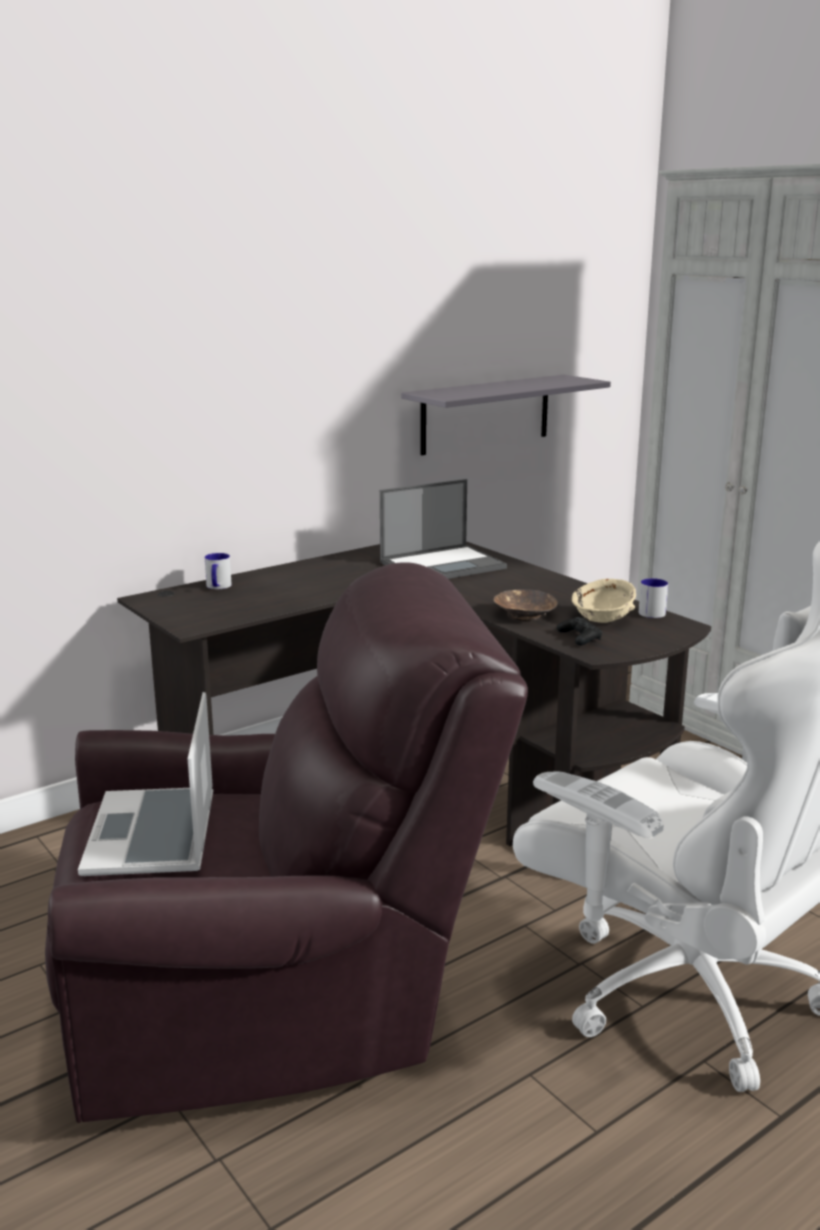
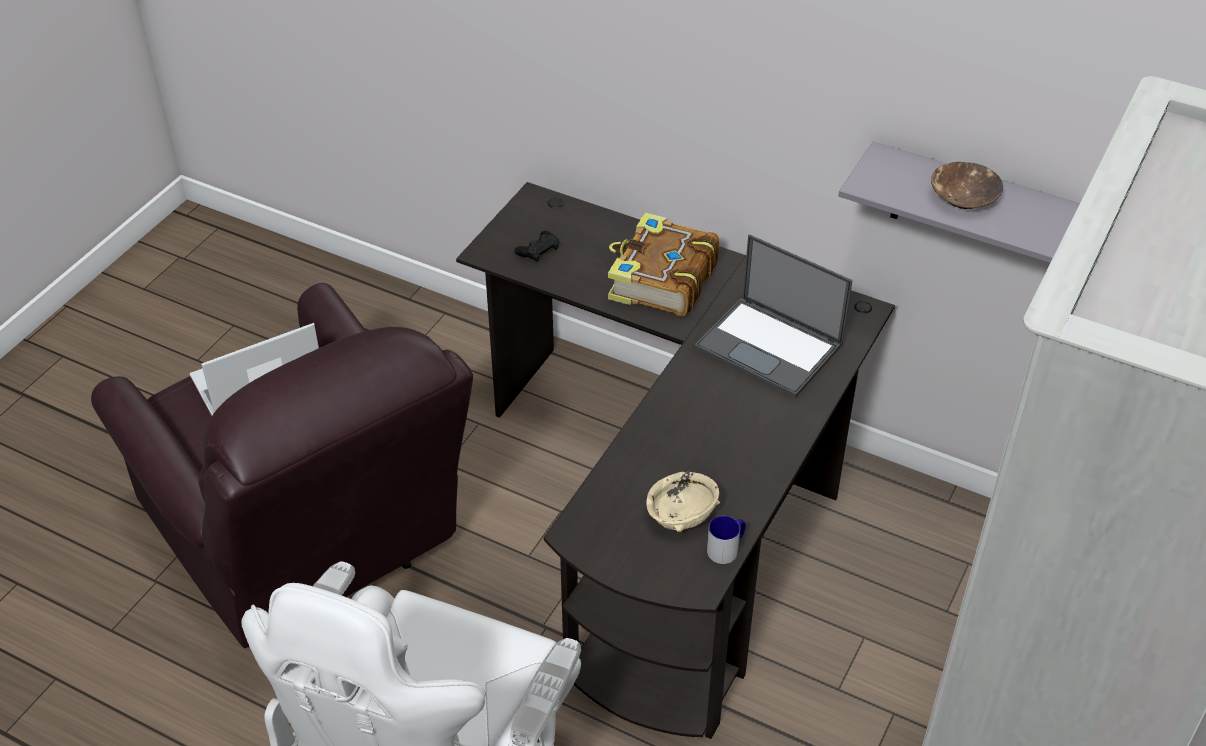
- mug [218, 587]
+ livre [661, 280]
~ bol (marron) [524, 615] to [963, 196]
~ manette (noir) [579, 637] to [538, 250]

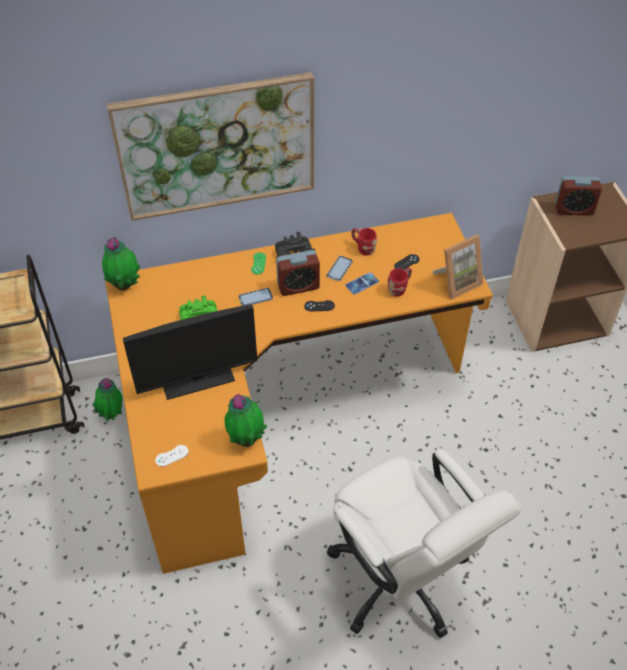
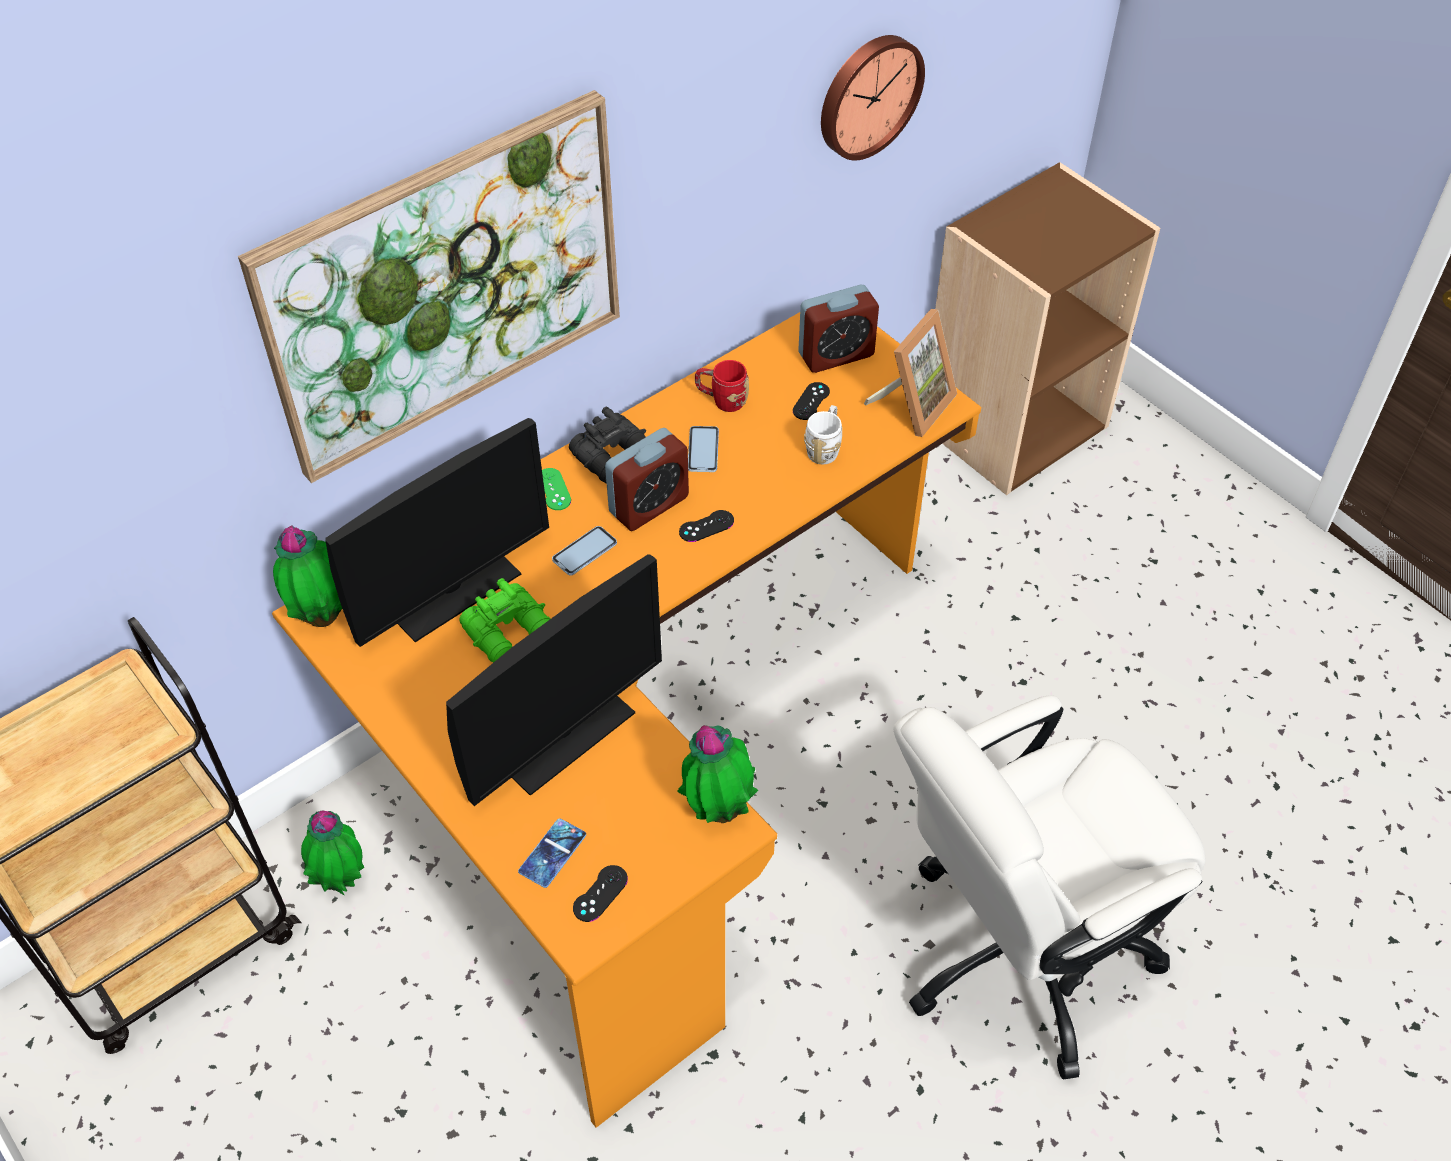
+ écran d'ordinateur [452, 590]
+ horloge murale [867, 95]
~ téléphone [362, 283] to [552, 853]
~ réveil [574, 209] to [836, 355]
~ manette (blanc) [171, 456] to manette (noir) [600, 893]
~ mug (rouge) [399, 288] to mug (blanc) [824, 448]
~ chaise de bureau (blanc) [403, 583] = [1014, 959] 120 degrees clockwise

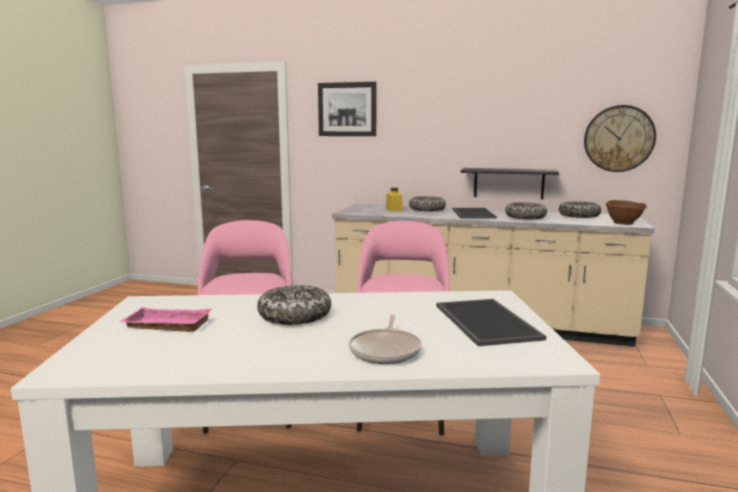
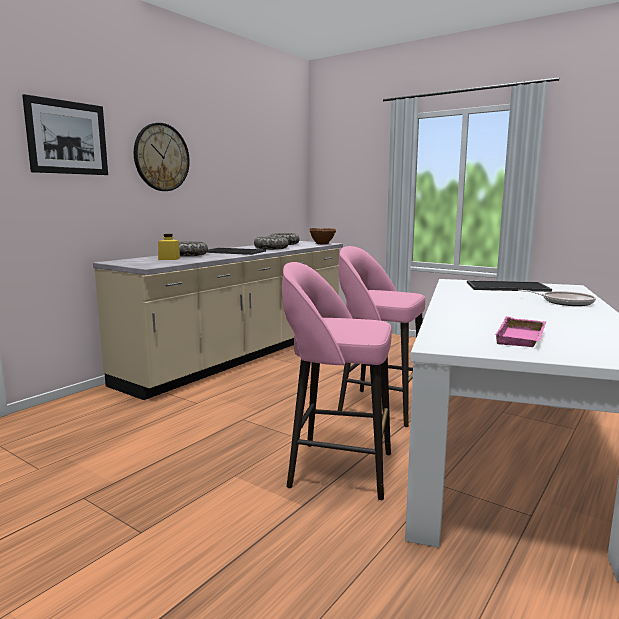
- bol [294, 316]
- étagère (noir) [508, 183]
~ horloge murale [619, 138] to [161, 157]

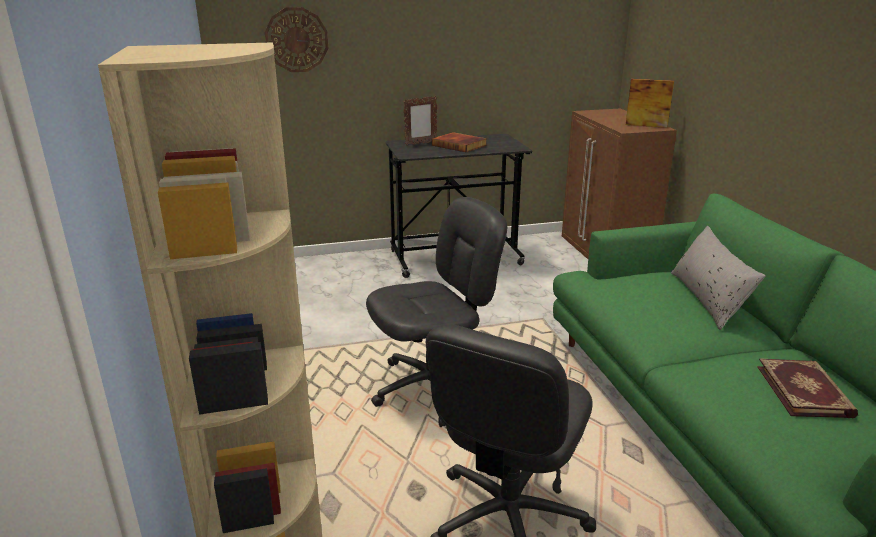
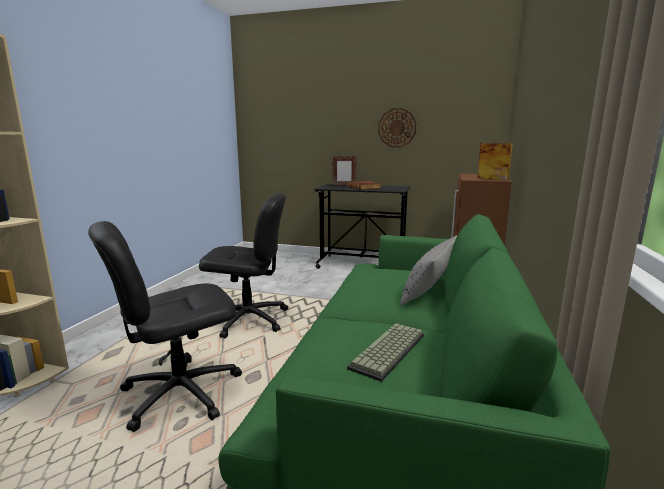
~ horloge murale [296, 40] to [397, 128]
~ livre [805, 391] to clavier [389, 352]

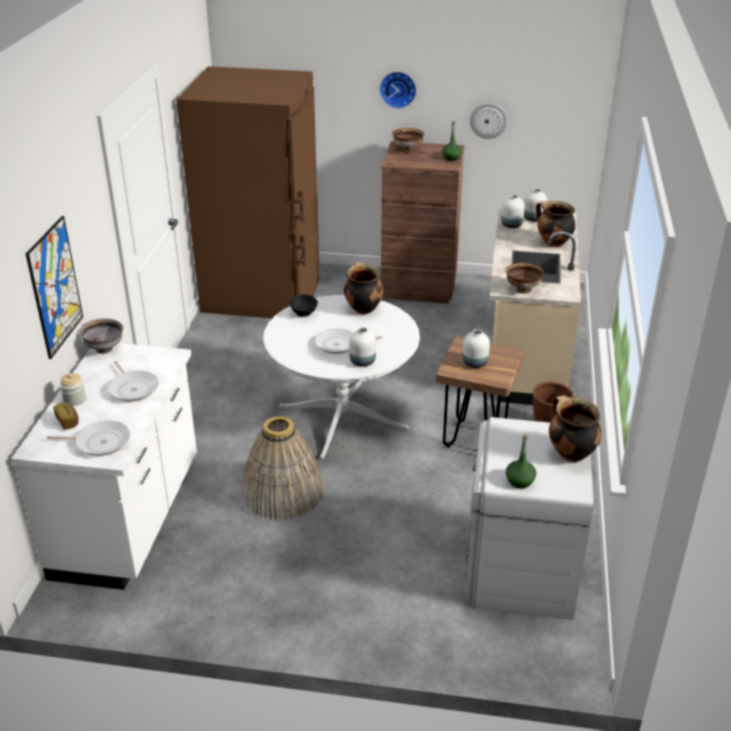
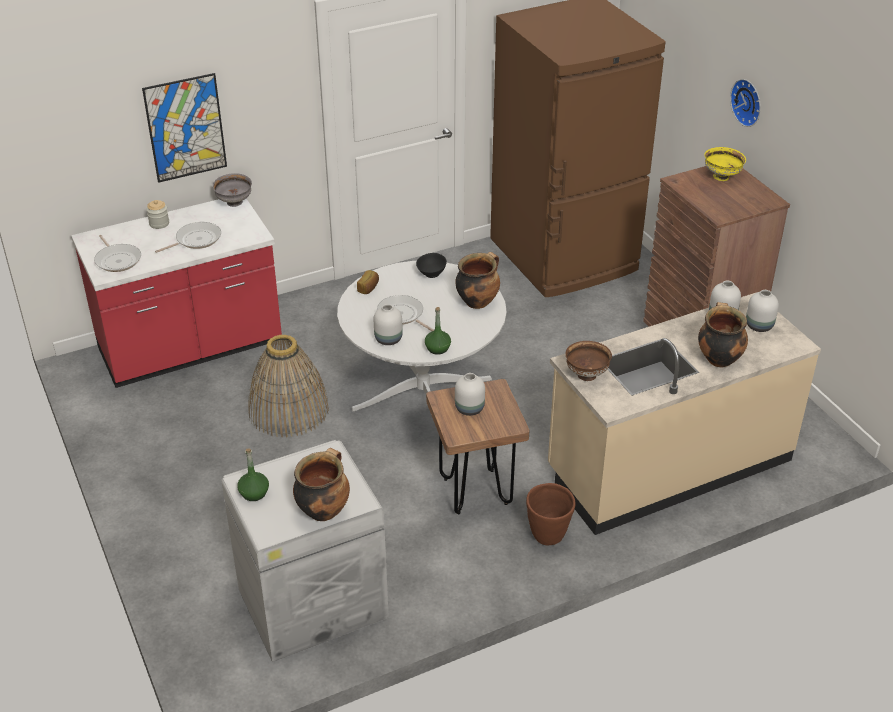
- horloge murale [488, 120]
~ pain [68, 421] to [369, 288]
~ bouteille (vert) [451, 158] to [437, 348]
~ comptoir de cuisine (blanc) [129, 518] to comptoir de cuisine (rouge) [191, 349]
~ bol (marron) [407, 150] to bol (jaune) [722, 177]
~ poêle [133, 388] = [196, 240] 150 degrees counterclockwise

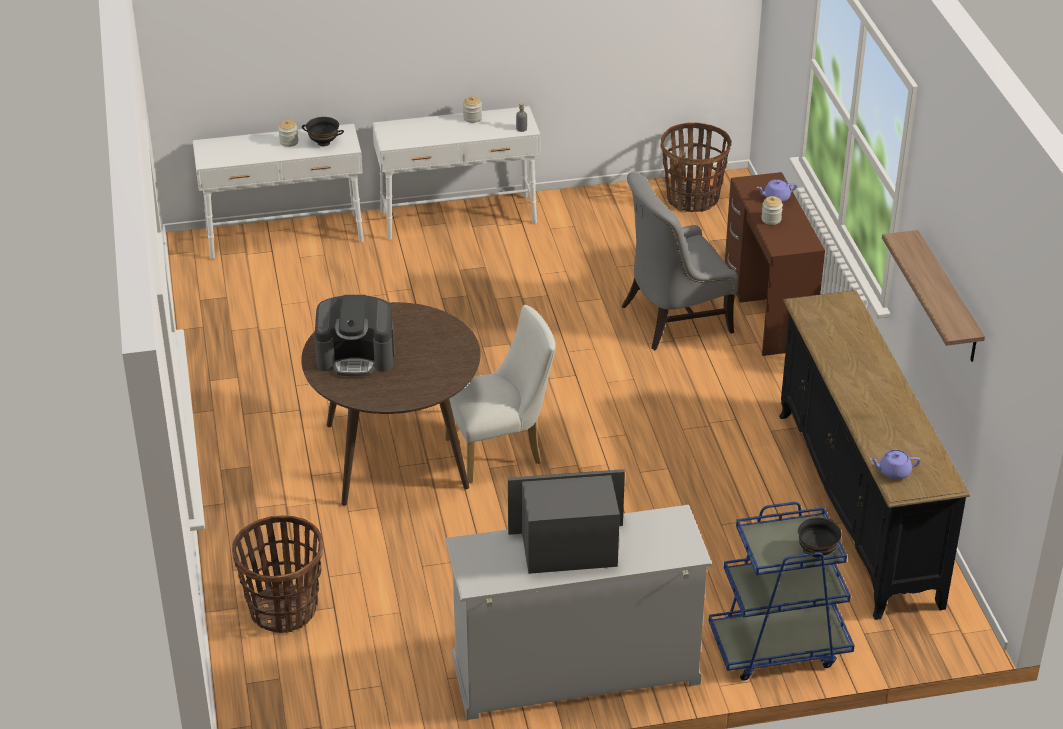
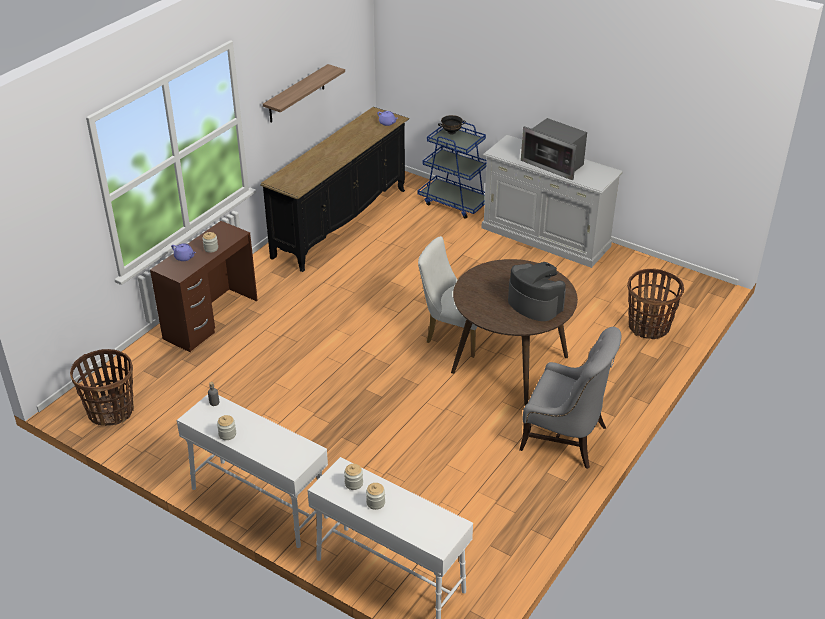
~ chaise (gris) [674, 318] to [565, 437]
~ bol (noir) [323, 143] to bocal [354, 483]

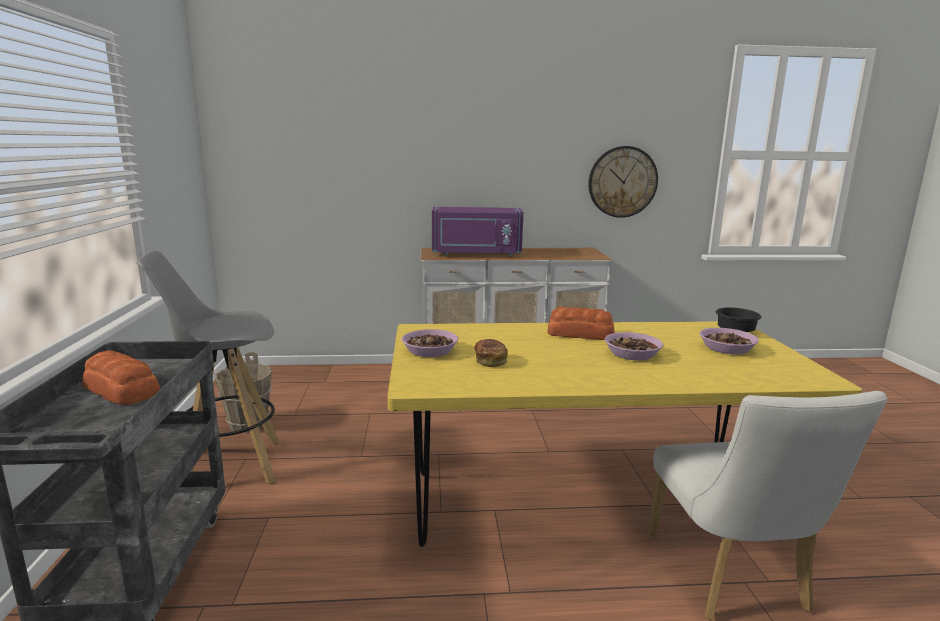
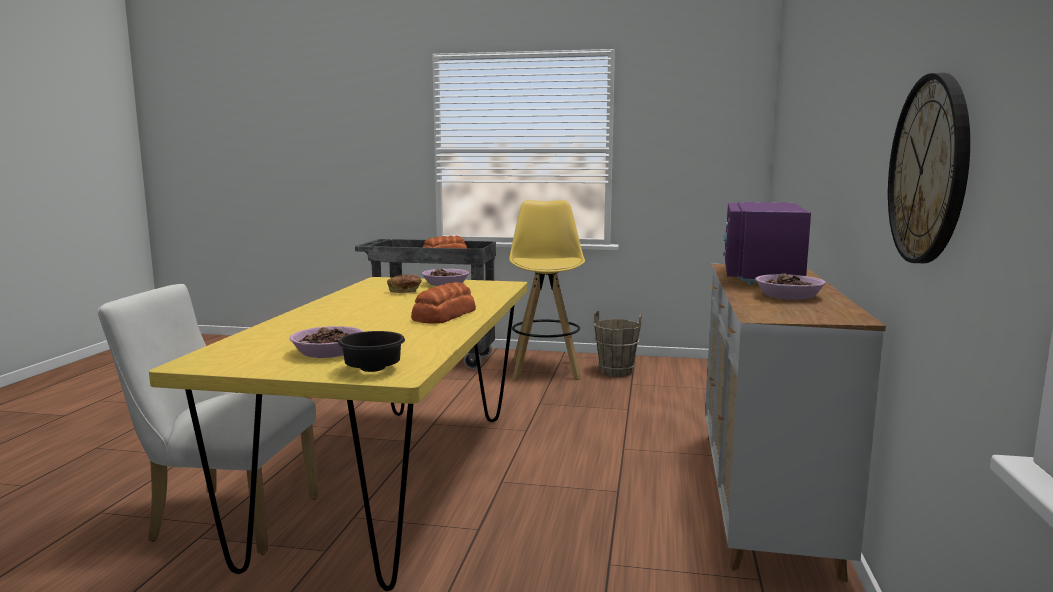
~ bol [632, 354] to [788, 296]
~ tabouret (gris) [230, 465] to tabouret (jaune) [546, 369]

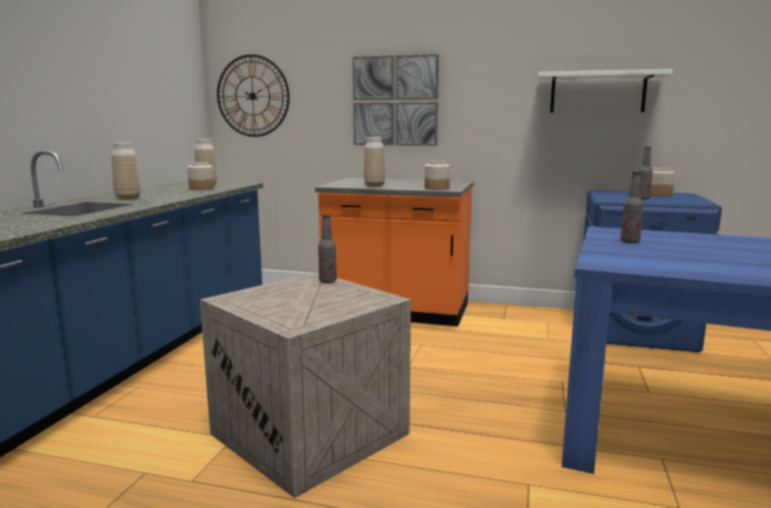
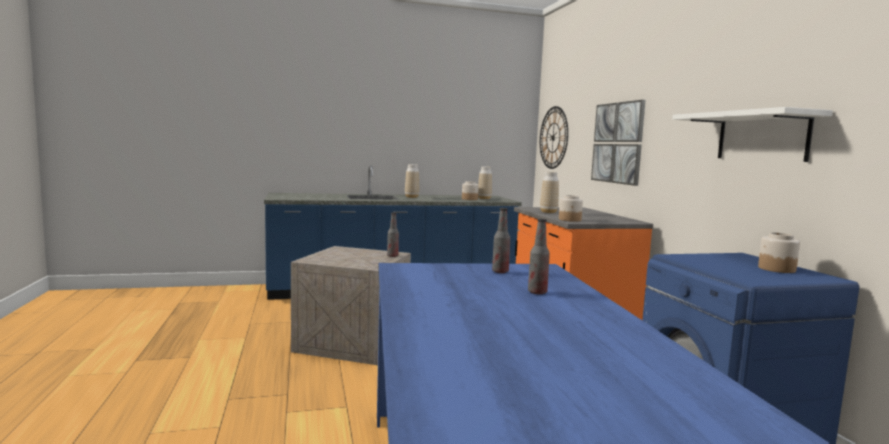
~ bouteille [642, 199] to [537, 292]

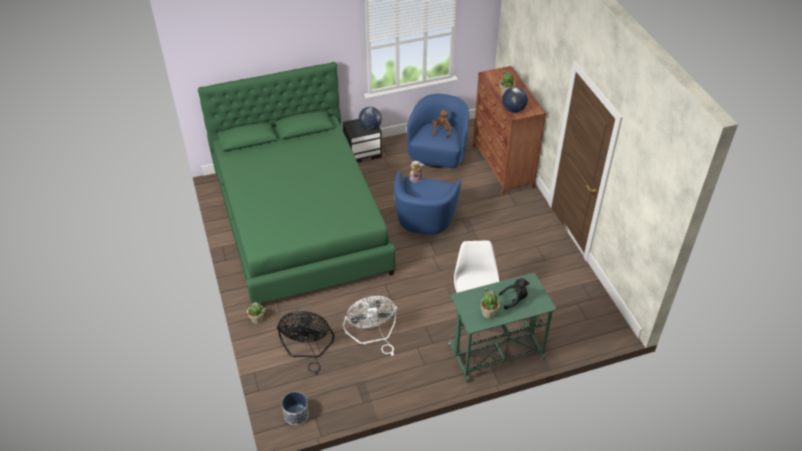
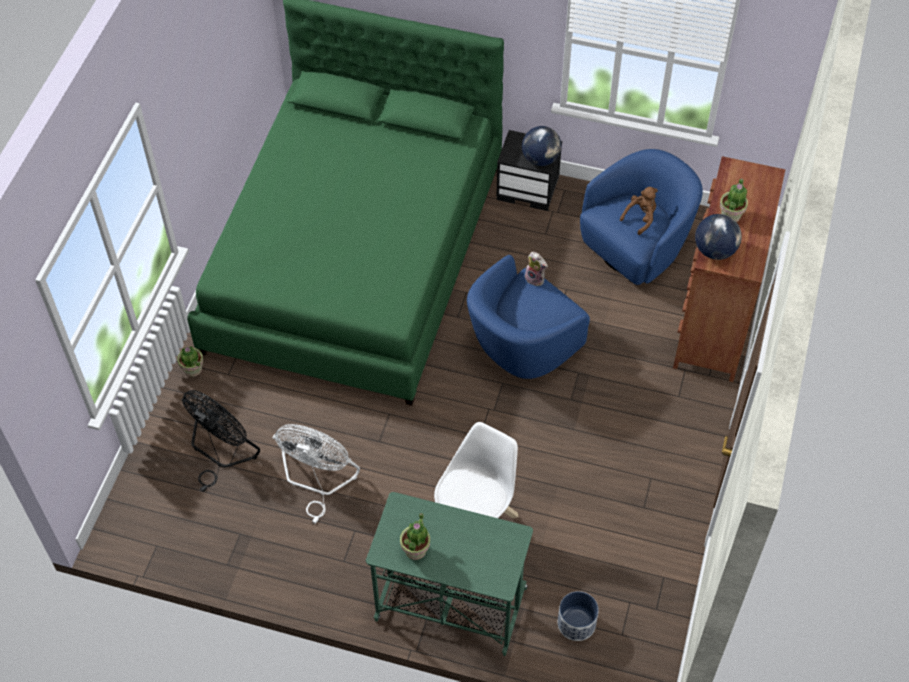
- peluche (noir) [514, 299]
~ cache-pot [296, 414] to [576, 623]

